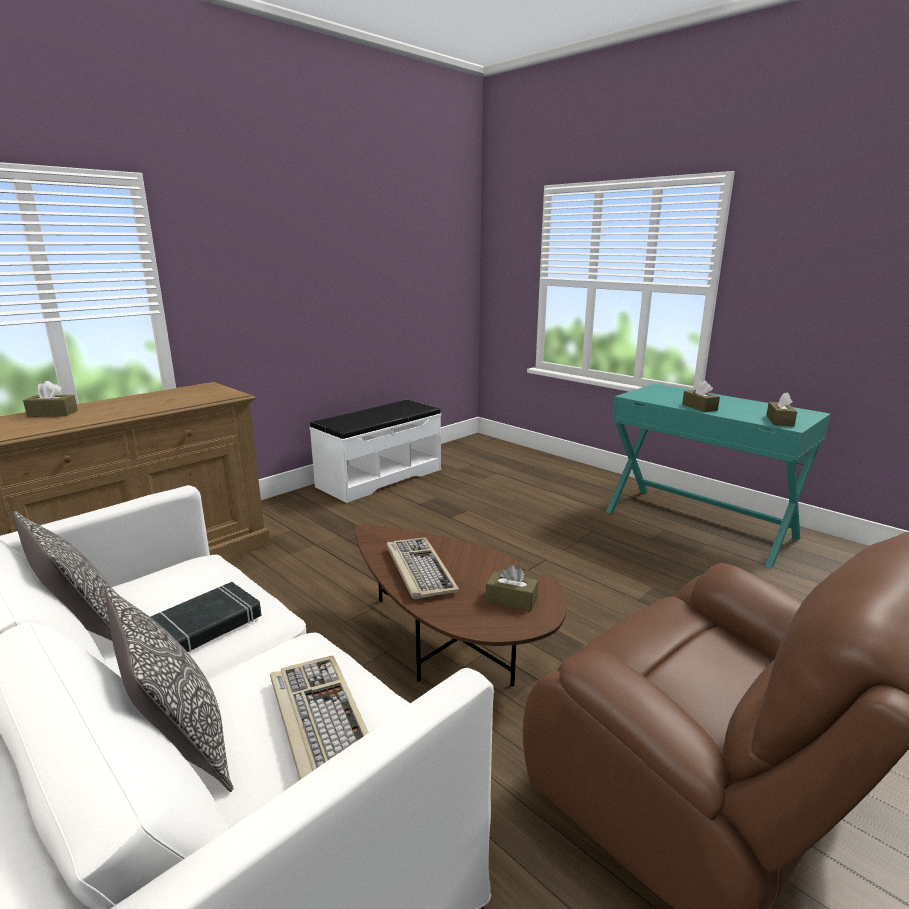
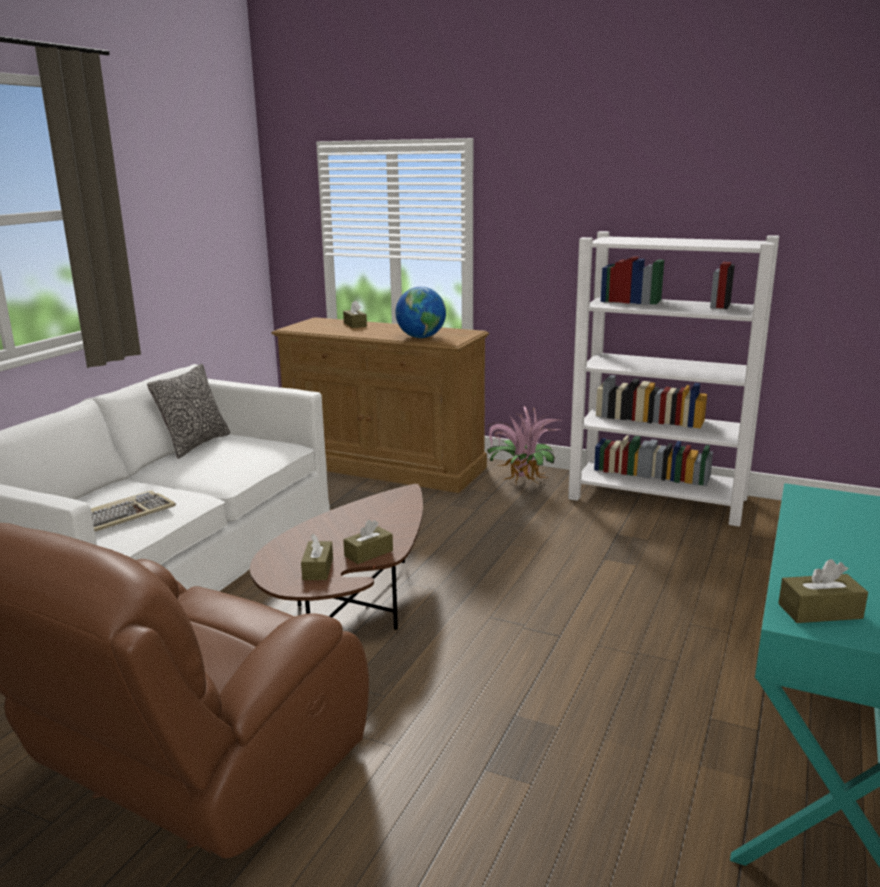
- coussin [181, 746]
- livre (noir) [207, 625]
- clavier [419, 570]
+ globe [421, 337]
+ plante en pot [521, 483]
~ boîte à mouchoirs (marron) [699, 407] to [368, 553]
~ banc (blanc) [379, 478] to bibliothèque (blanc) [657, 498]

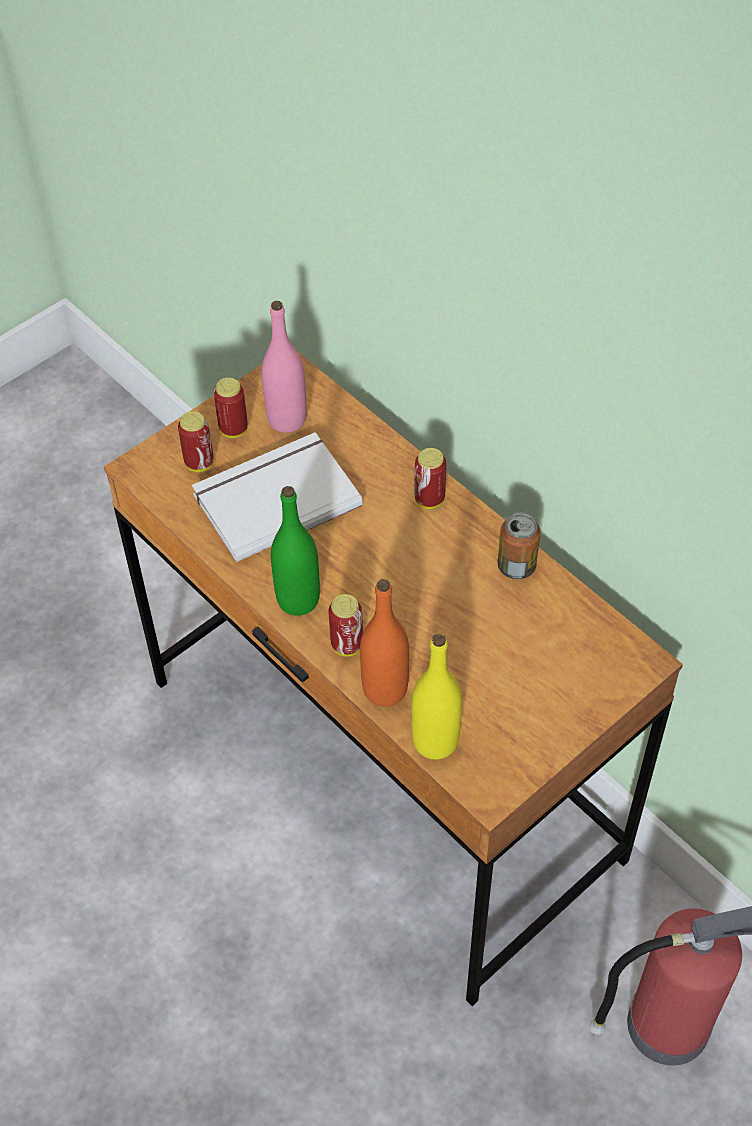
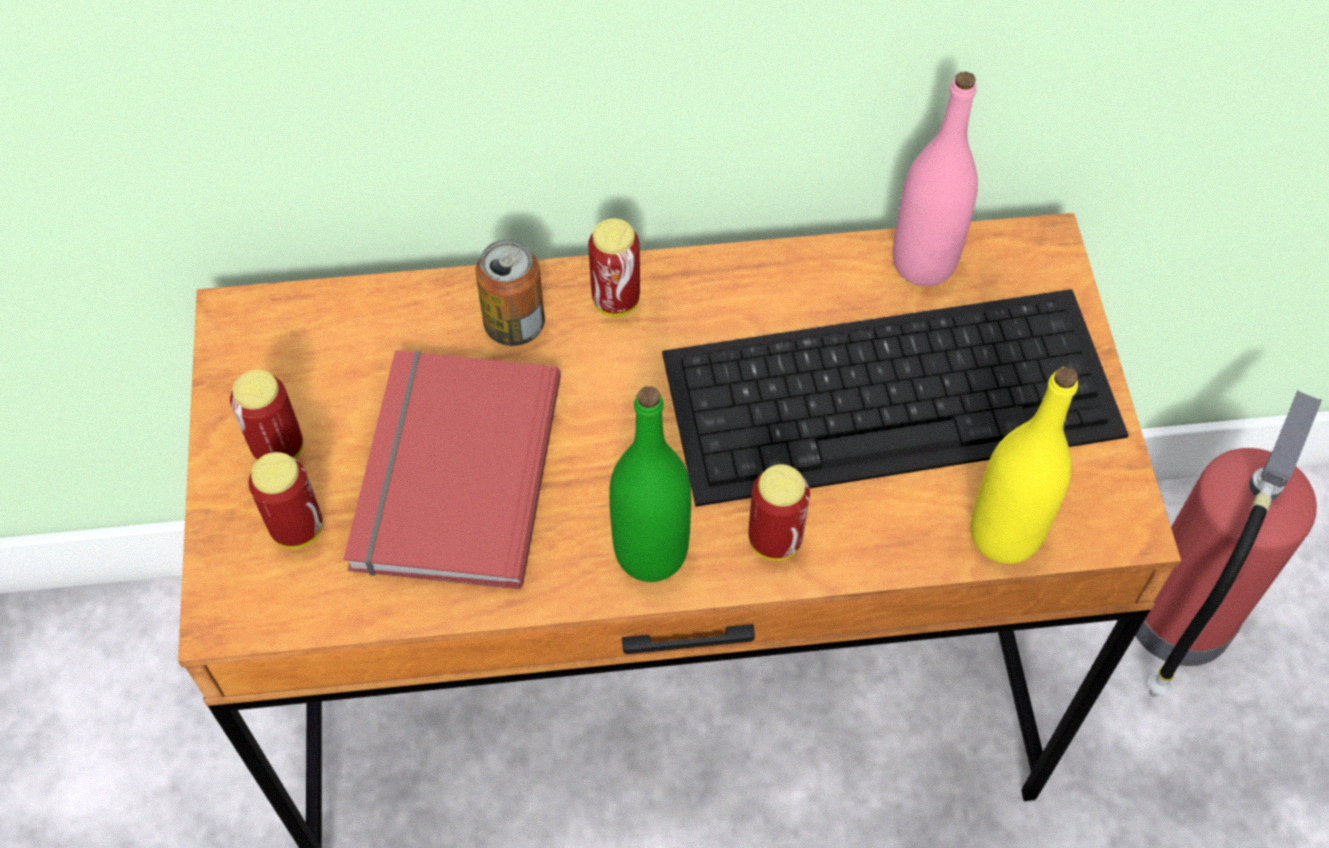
- bouteille (orange) [385, 689]
+ clavier [894, 392]
~ bouteille (rose) [287, 419] to [924, 262]
~ boîte métallique [516, 566] to [514, 324]
~ livre (blanc) [274, 497] to livre (rouge) [449, 473]

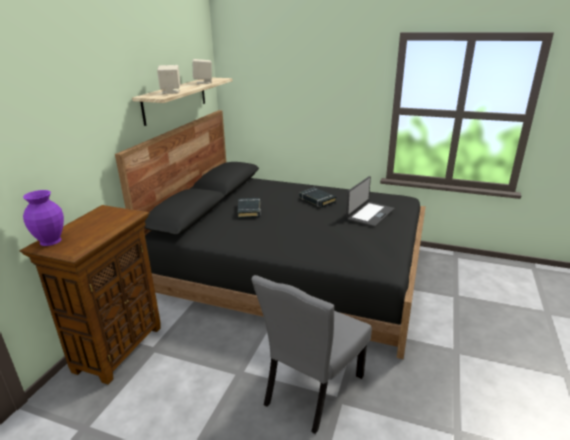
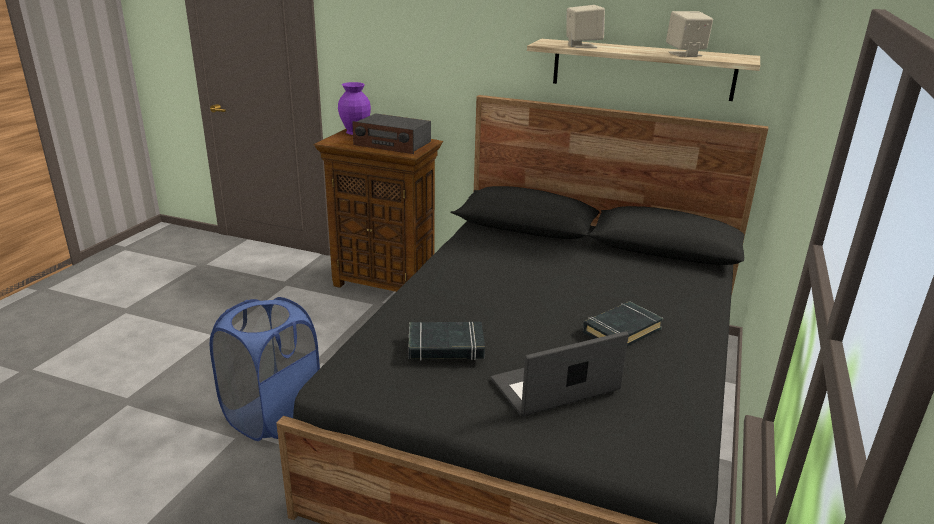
+ radio [392, 144]
~ livre (noir) [249, 210] to [446, 346]
~ chaise (gris) [313, 387] to panier à linge (bleu) [273, 415]
~ ordinateur portable [369, 214] = [555, 387] 120 degrees clockwise

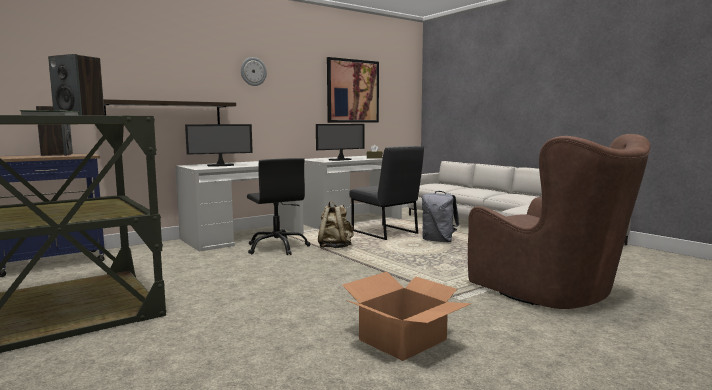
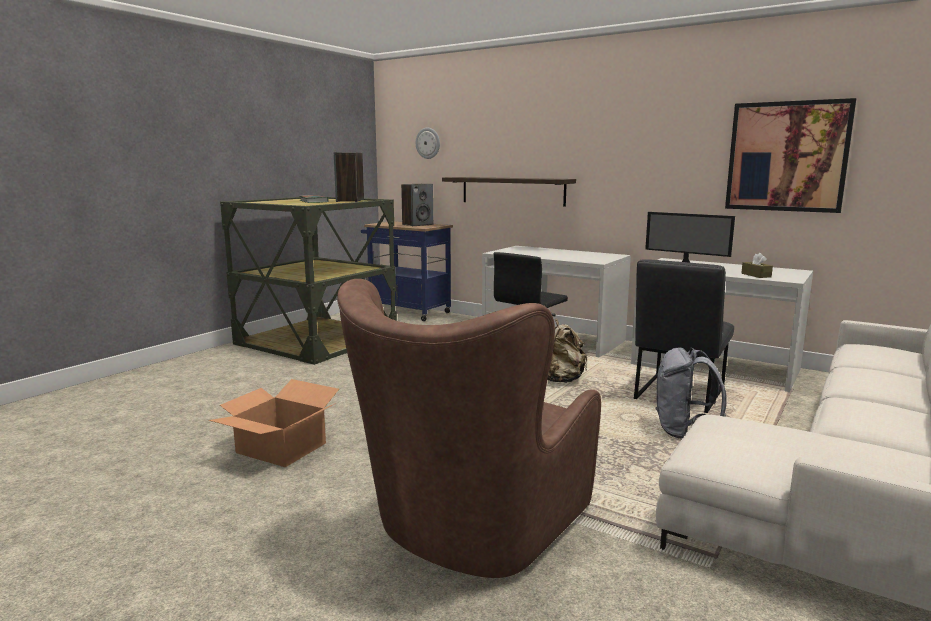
- écran d'ordinateur [220, 165]
~ horloge murale [253, 71] to [428, 143]

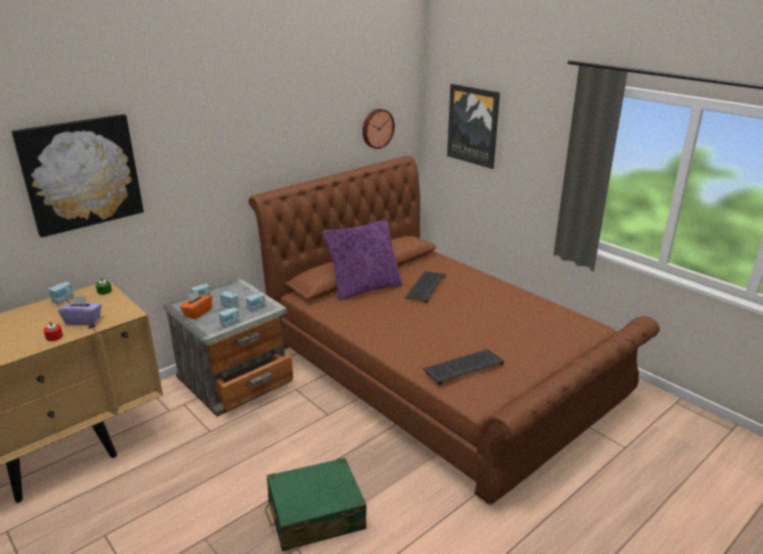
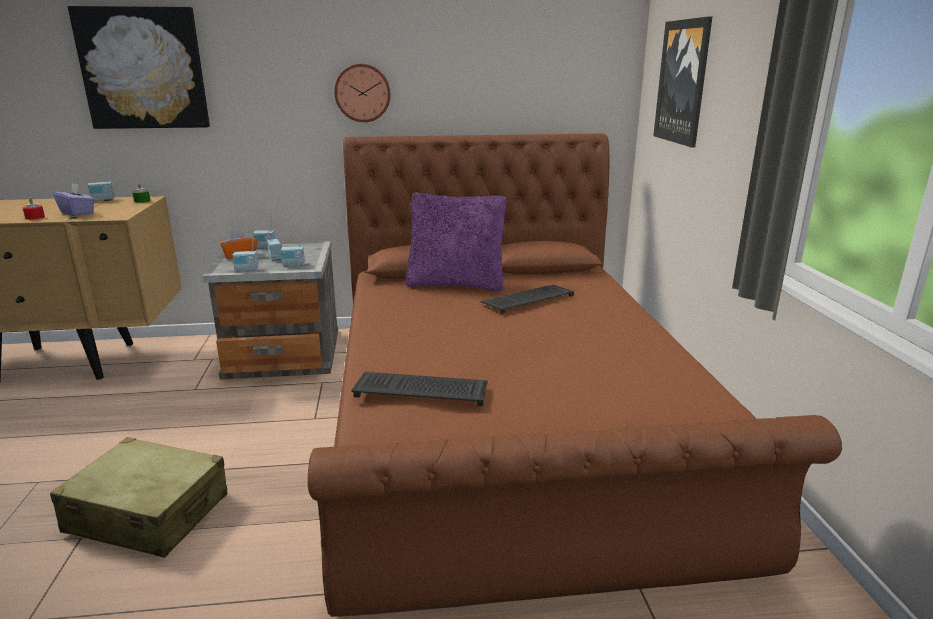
~ horloge murale [377, 128] to [362, 93]
~ valise (vert) [315, 515] to valise (beige) [148, 513]

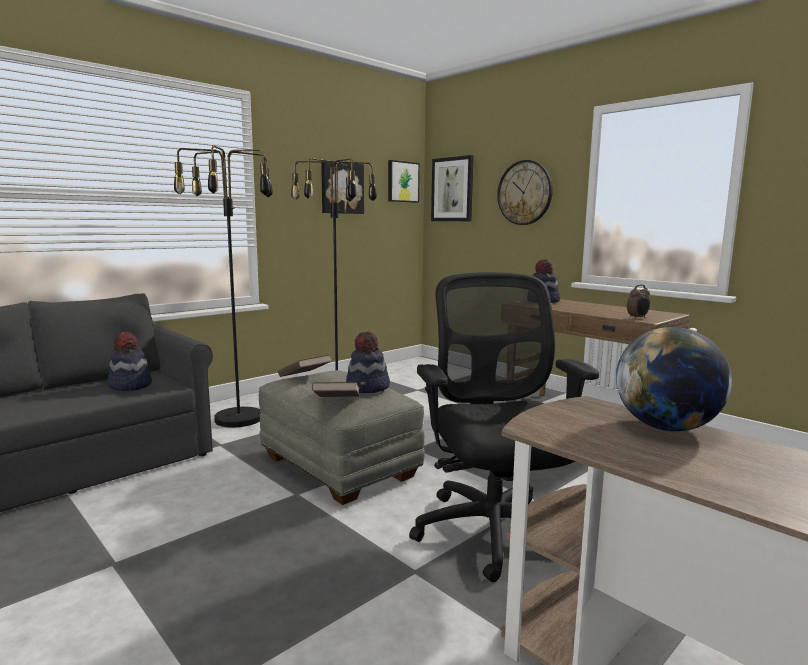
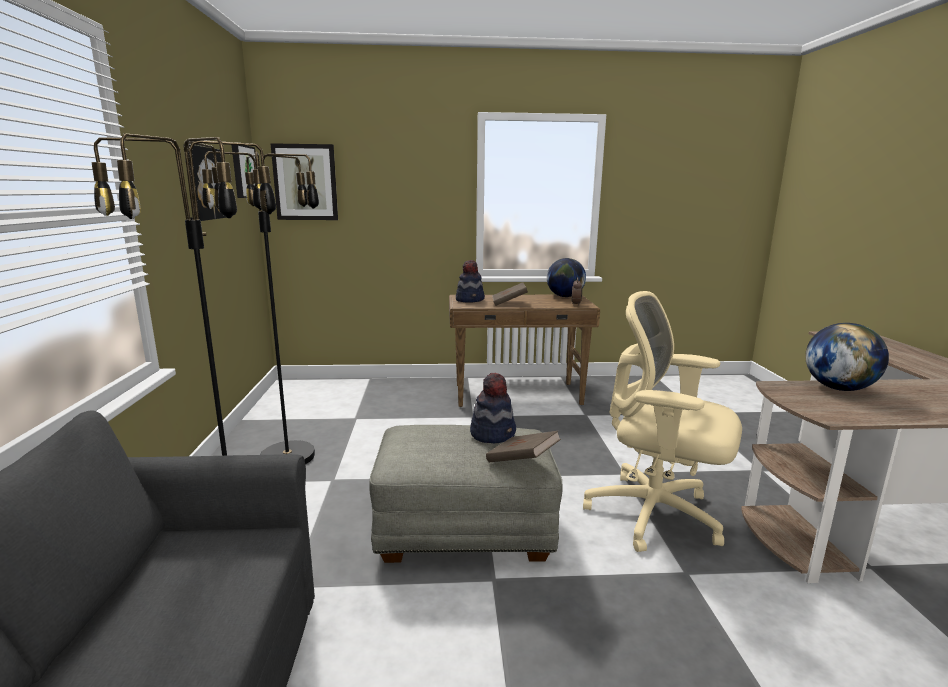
- chapeau [130, 385]
- horloge murale [524, 192]
+ globe [565, 296]
~ livre (marron) [304, 378] to [509, 303]
~ chaise de bureau (noir) [496, 536] to chaise de bureau (beige) [661, 514]

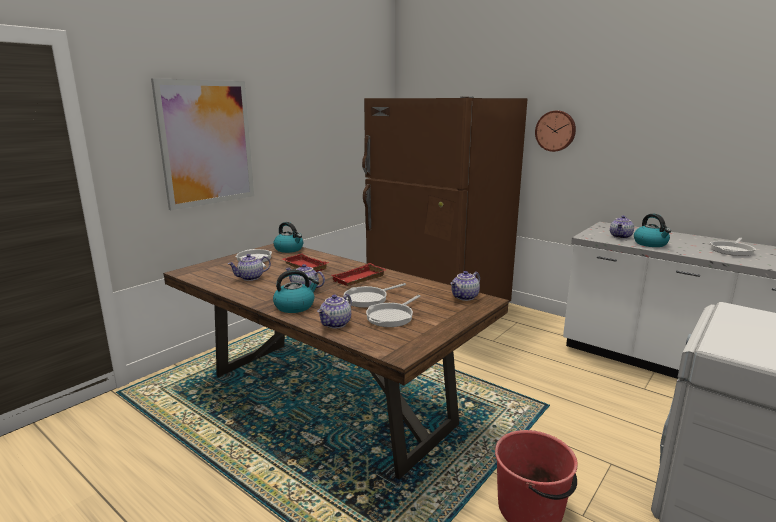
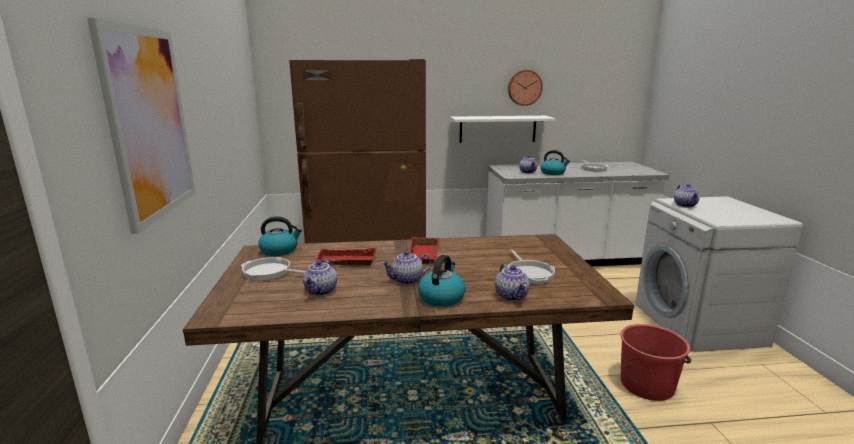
- poêle [368, 299]
+ étagère (blanc) [497, 129]
~ théière [465, 297] to [685, 205]
~ horloge murale [555, 131] to [524, 87]

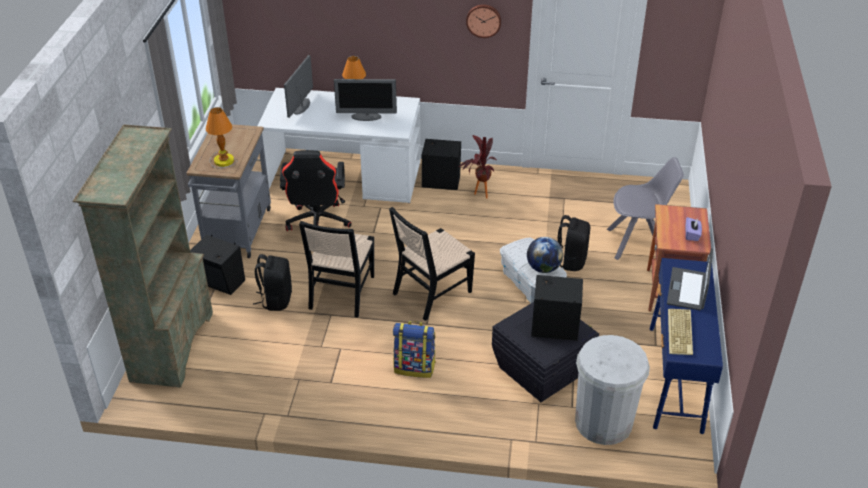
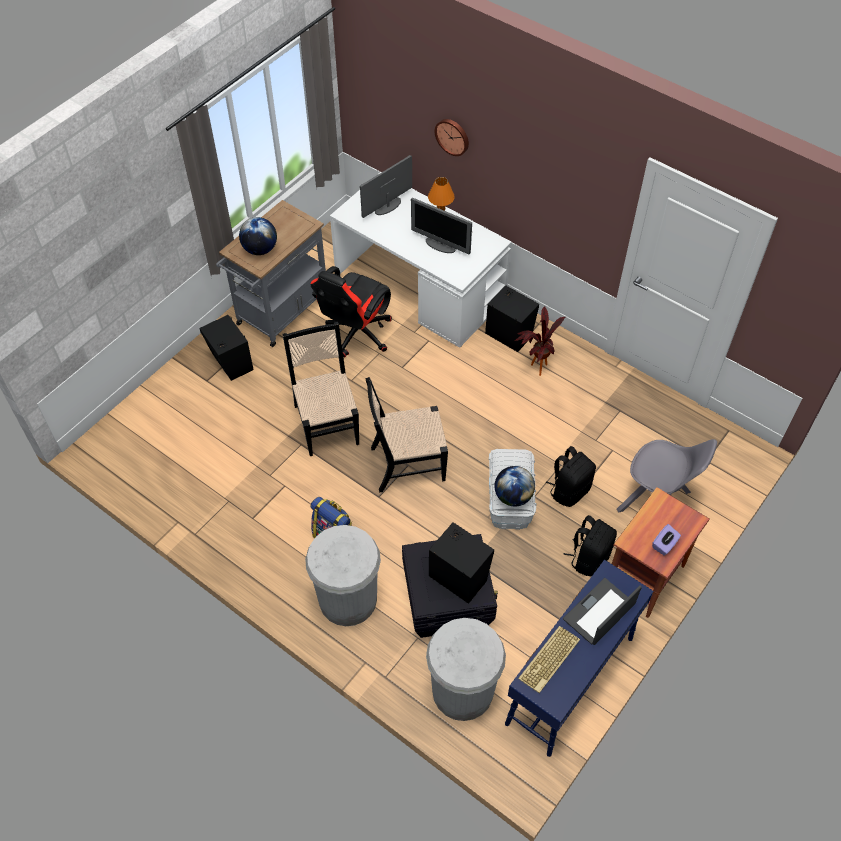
- bibliothèque (vert) [171, 346]
+ poubelle (blanc) [348, 599]
~ sac à dos (noir) [276, 299] to [589, 558]
~ horloge murale [483, 20] to [453, 136]
~ lampe de table [222, 159] to globe [260, 249]
~ chaise [342, 293] = [327, 424] 120 degrees clockwise

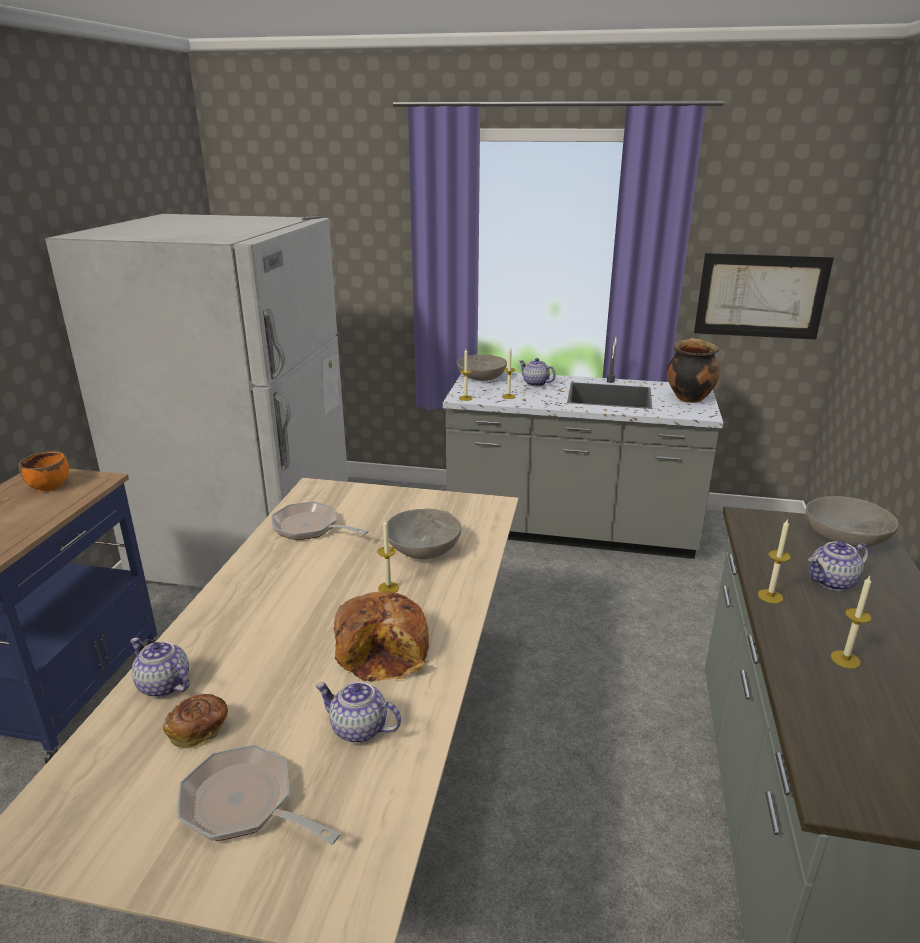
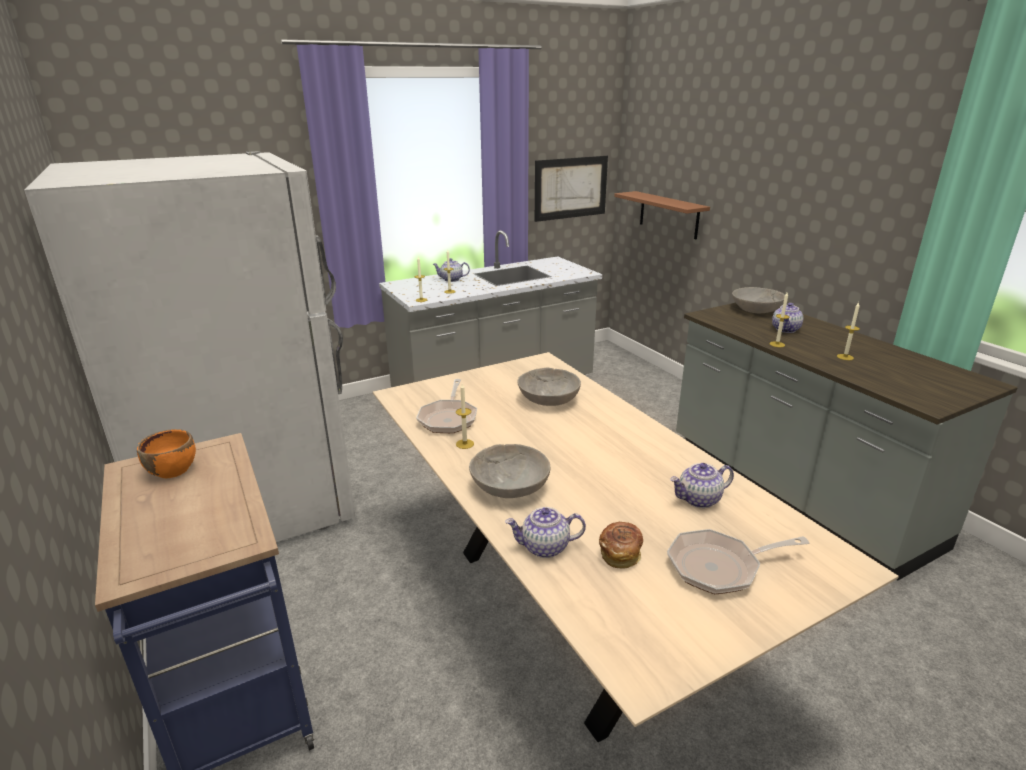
- pain [384, 650]
- marmite [688, 397]
+ étagère (marron) [668, 215]
~ bougie [388, 588] to [465, 444]
~ bol (gris) [481, 377] to [509, 486]
~ poêle [310, 528] = [448, 418] 75 degrees counterclockwise

